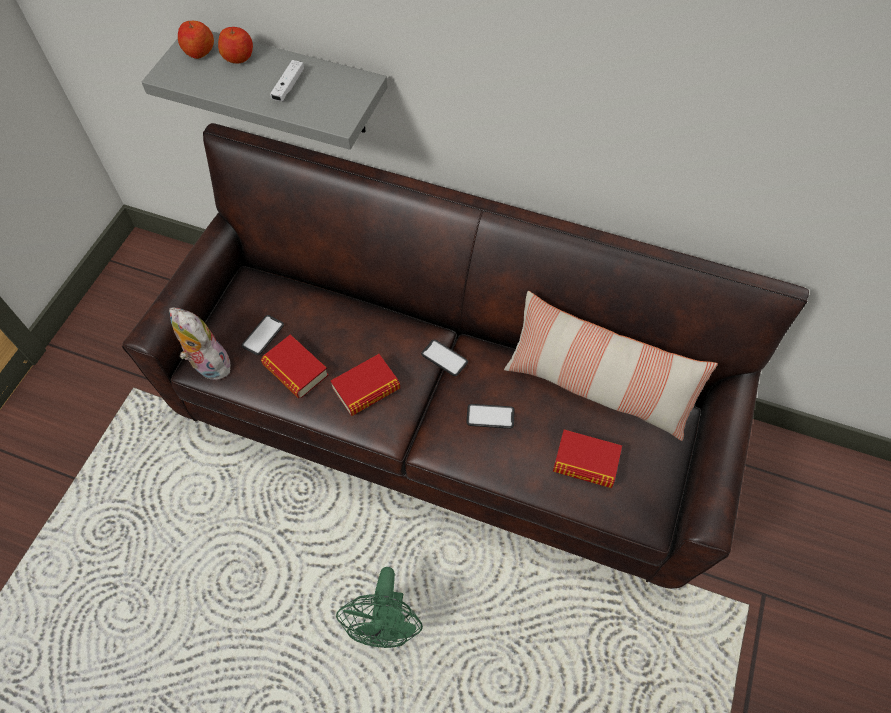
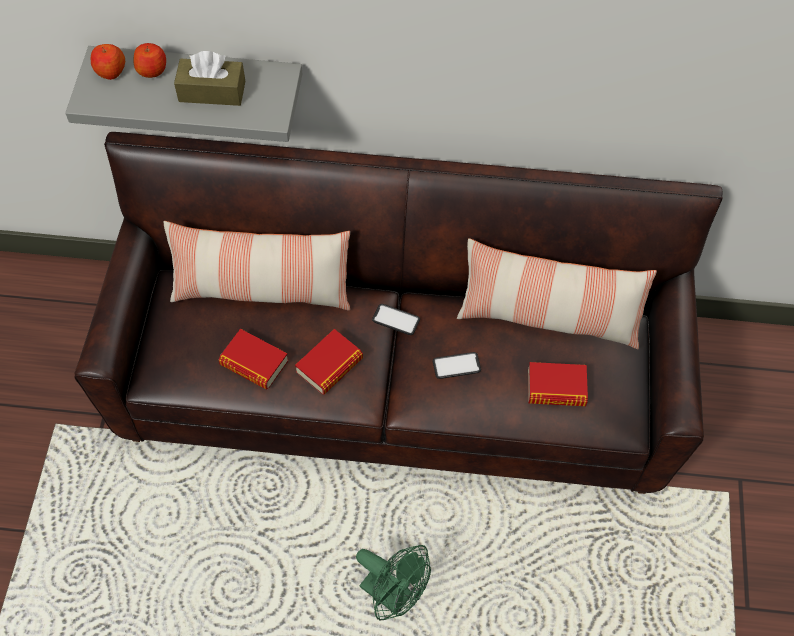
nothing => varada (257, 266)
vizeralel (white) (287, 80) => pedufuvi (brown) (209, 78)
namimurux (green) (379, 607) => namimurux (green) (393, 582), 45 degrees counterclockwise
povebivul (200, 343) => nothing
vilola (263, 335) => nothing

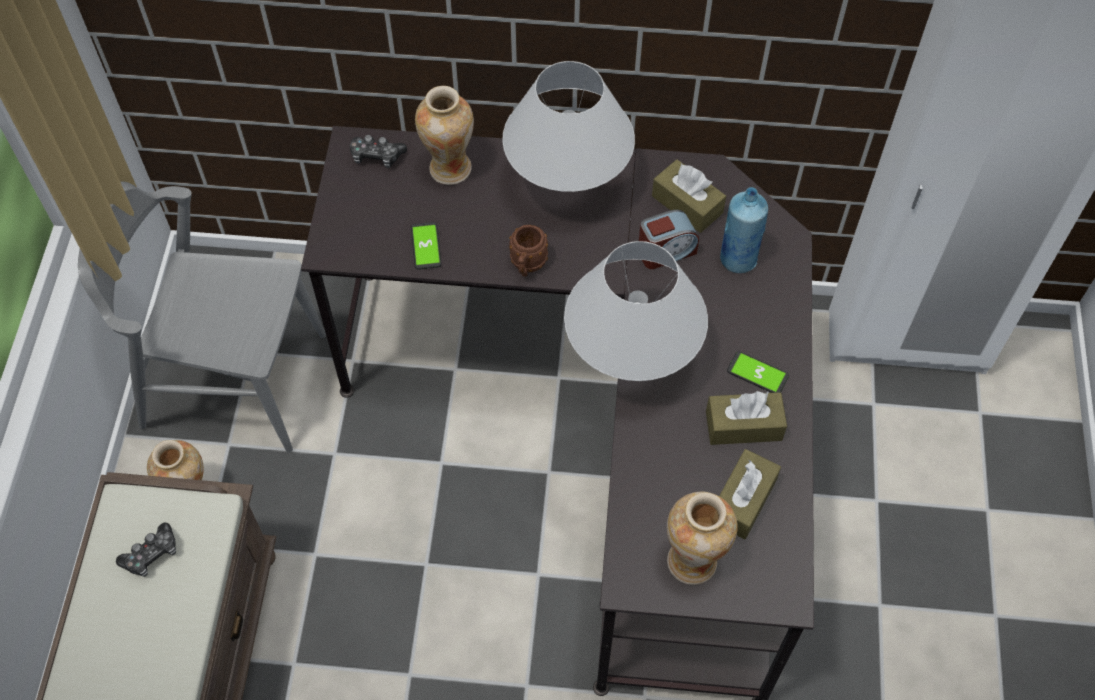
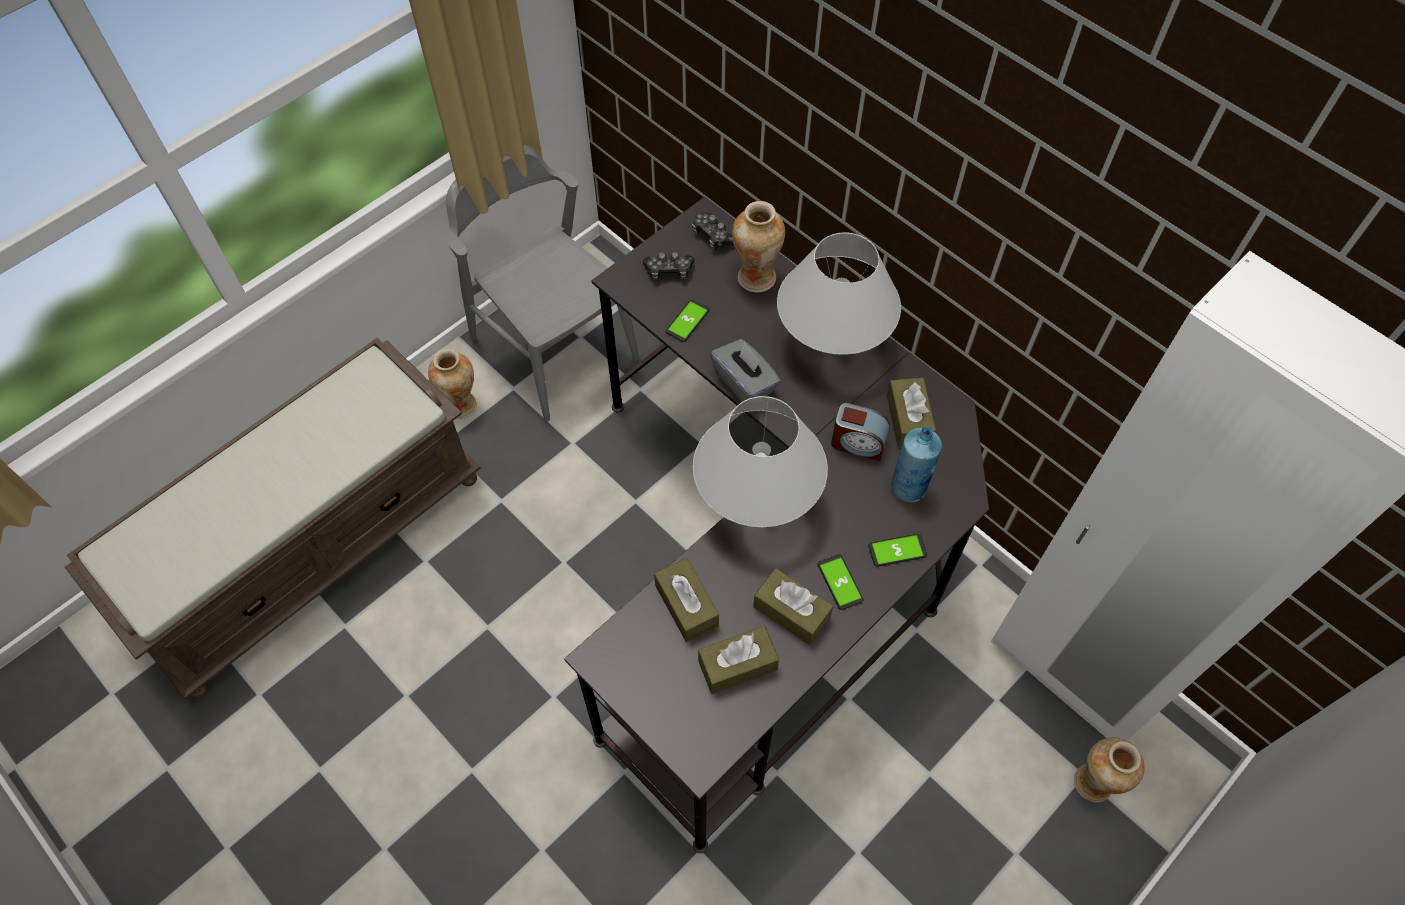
vizeralel (146, 550) => vizeralel (668, 266), shifted
nothing => pedufuvi (brown) (686, 600)
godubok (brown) (528, 251) => pedufuvi (grey) (745, 370)
nothing => vilola (897, 550)
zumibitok (702, 538) => zumibitok (1109, 770), shifted

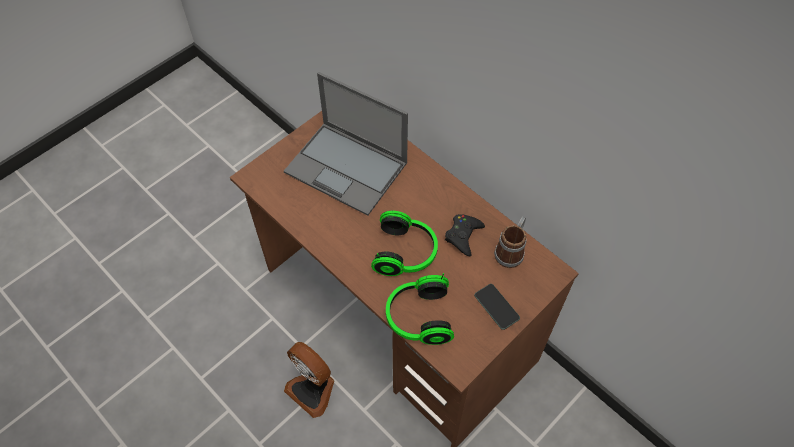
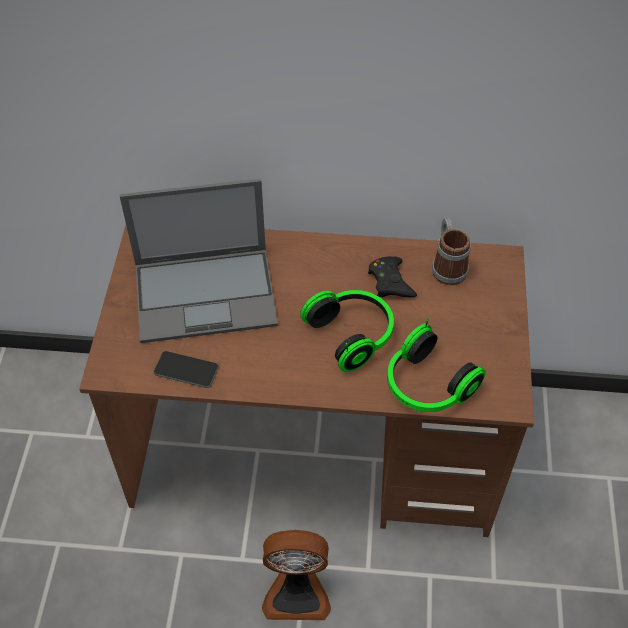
vilola (497, 307) => vilola (186, 369), shifted

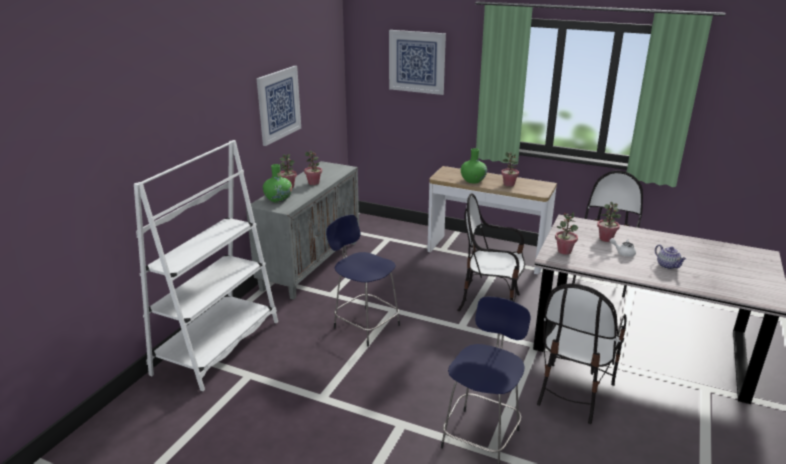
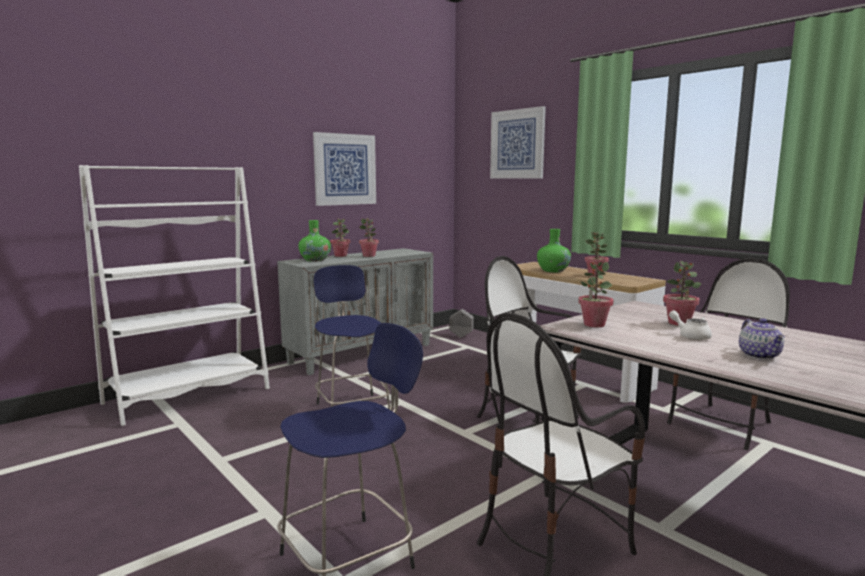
nothing => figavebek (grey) (461, 323)

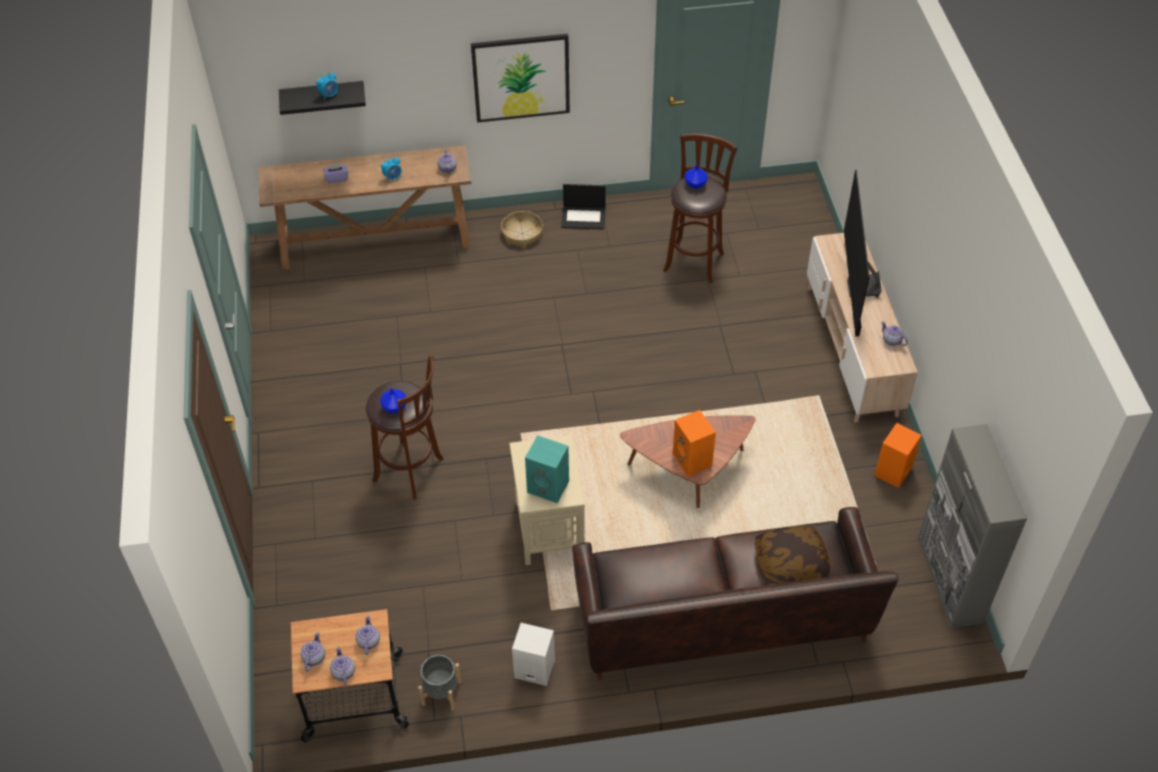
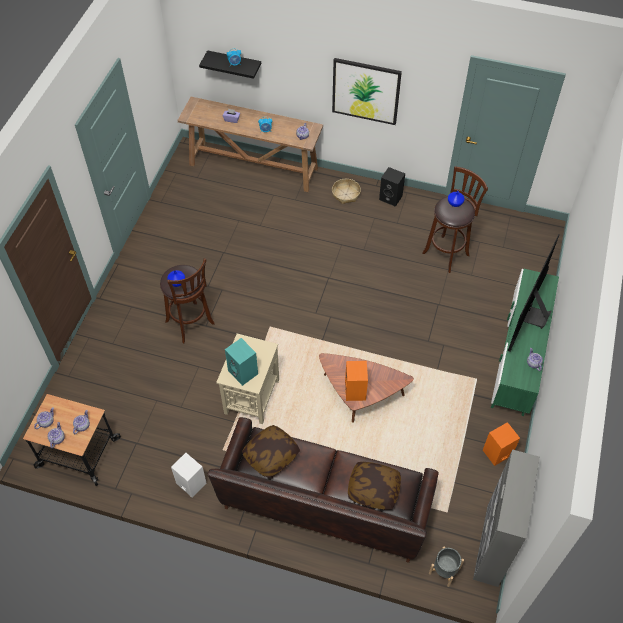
nothing => varada (271, 451)
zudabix (583, 207) => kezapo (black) (392, 187)
figavebek (grey) (439, 682) => figavebek (grey) (446, 567), shifted
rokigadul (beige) (862, 328) => rokigadul (green) (525, 342)

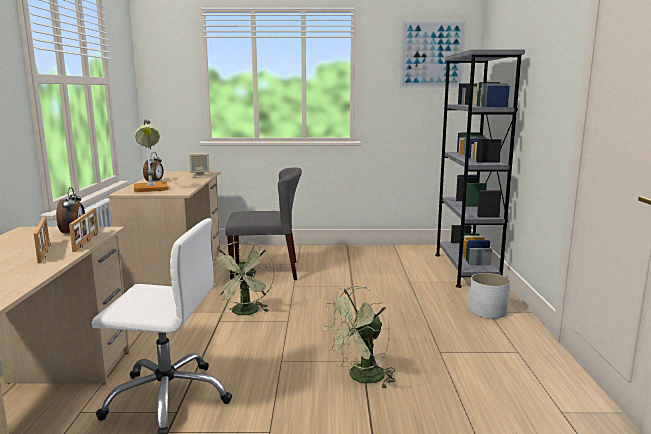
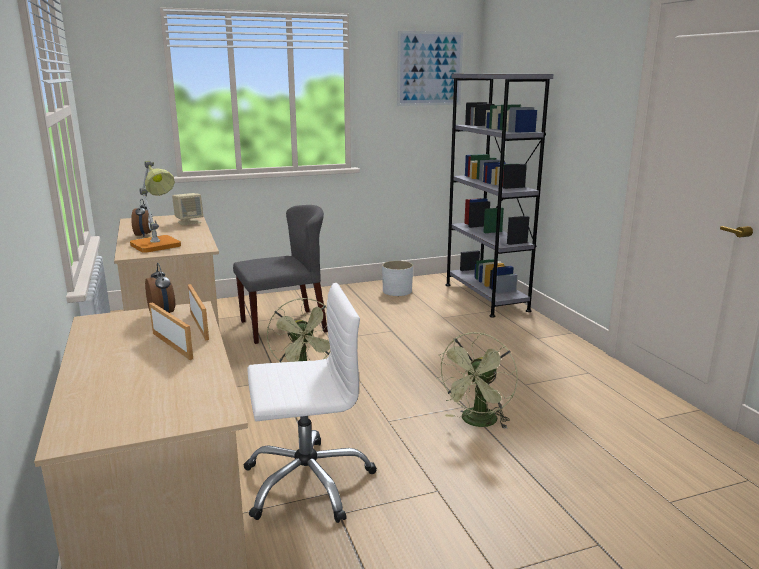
figavebek (white) (490, 296) => figavebek (white) (397, 278), shifted

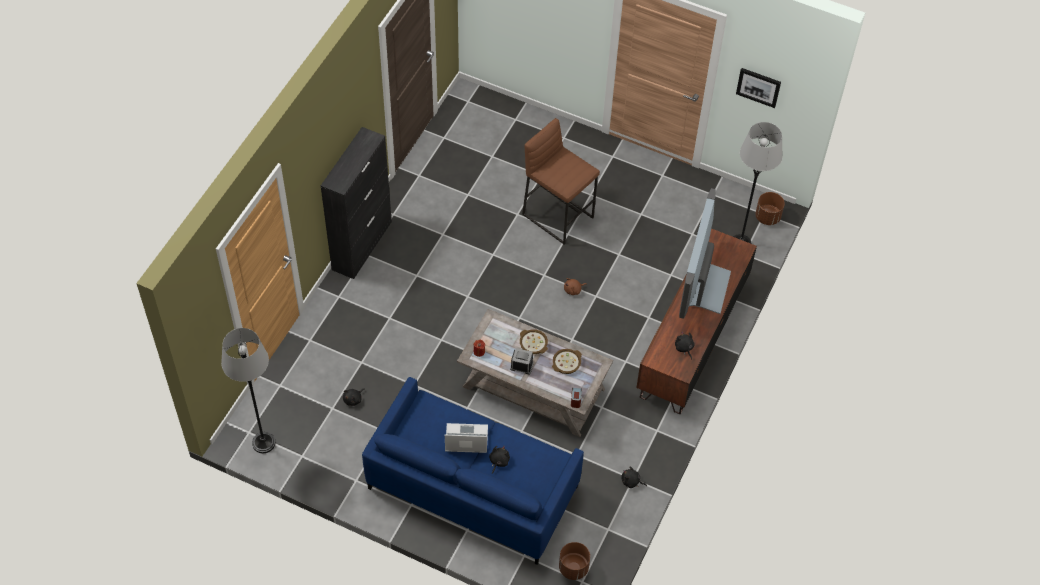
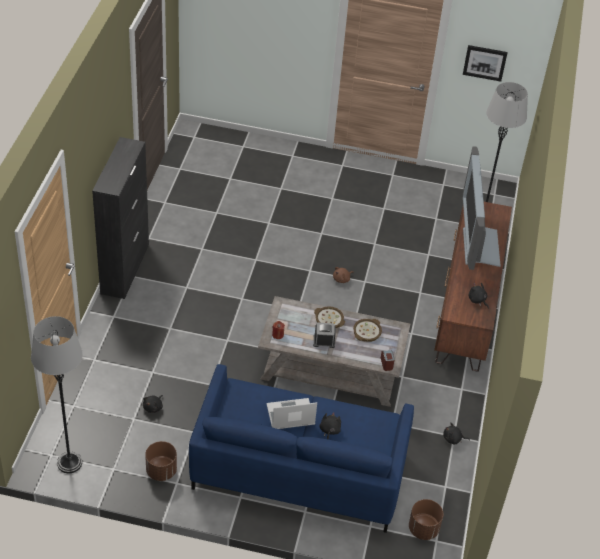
figavebek (brown) (770, 208) => figavebek (brown) (161, 461), shifted
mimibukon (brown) (561, 181) => nothing

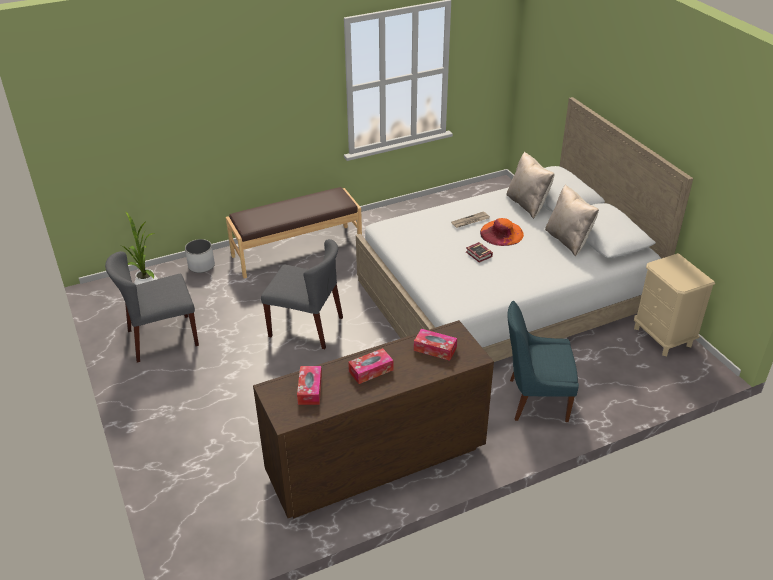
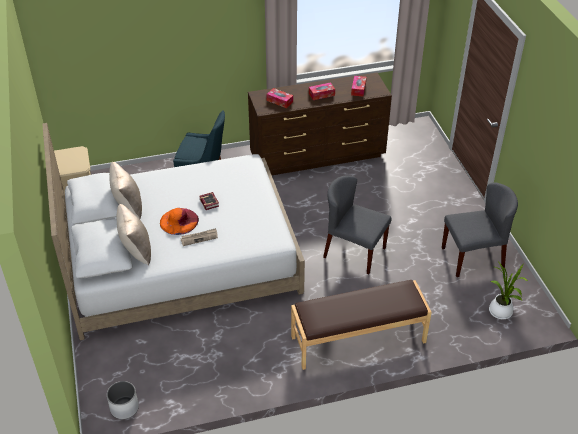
figavebek (white) (200, 256) => figavebek (white) (123, 400), shifted

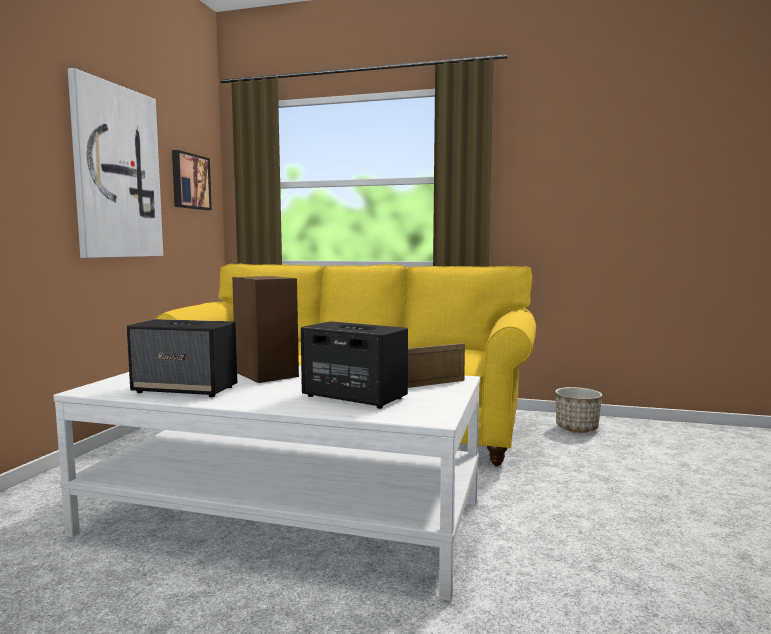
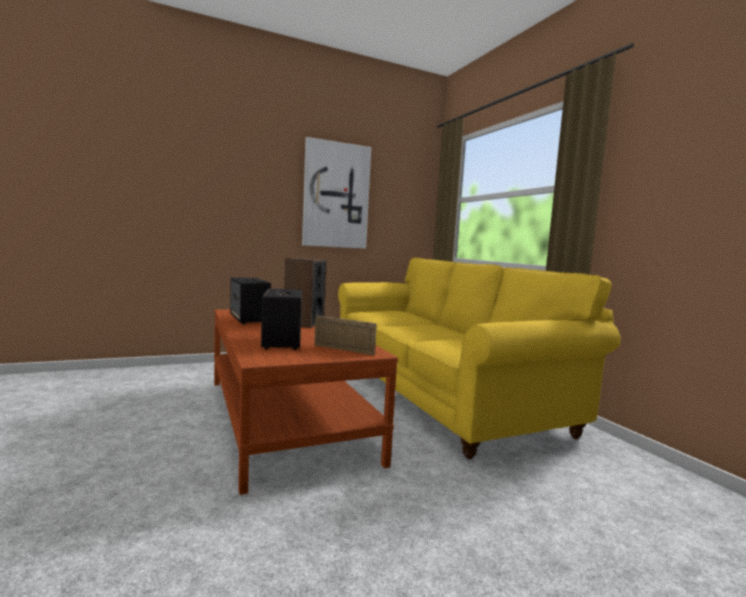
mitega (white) (266, 483) => mitega (brown) (306, 402)
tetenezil (192, 180) => nothing
figavebek (578, 410) => nothing

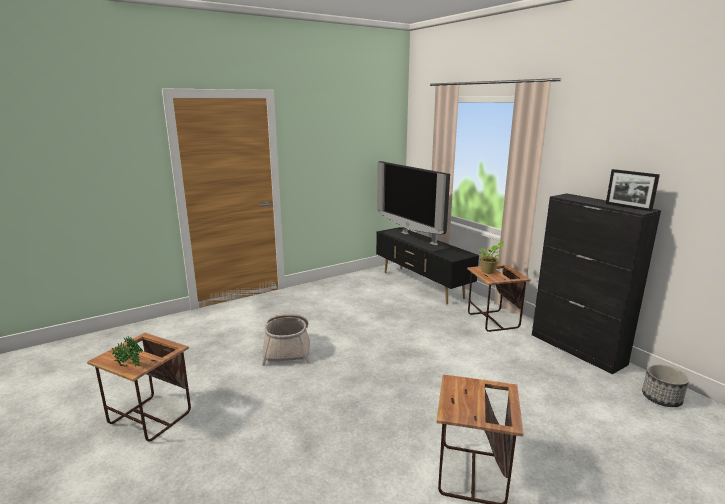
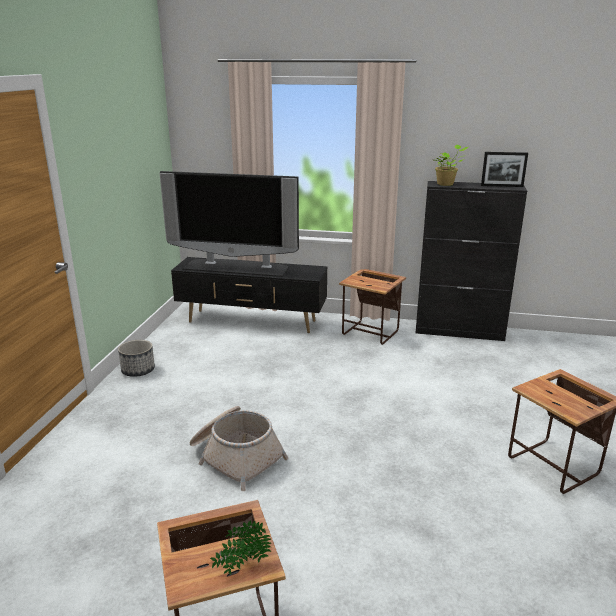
figavebek (665, 385) => figavebek (136, 358), shifted
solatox (491, 258) => solatox (451, 165), shifted

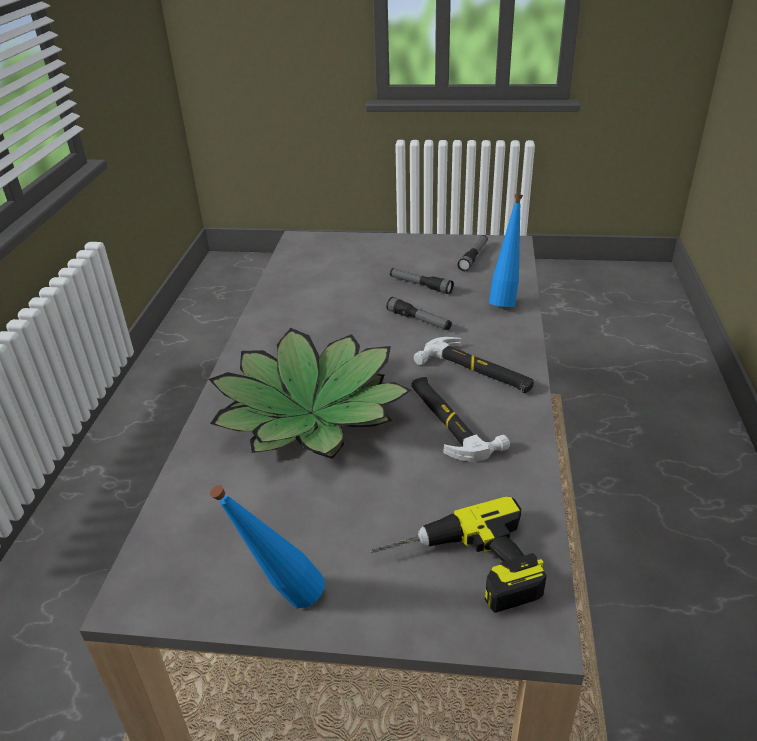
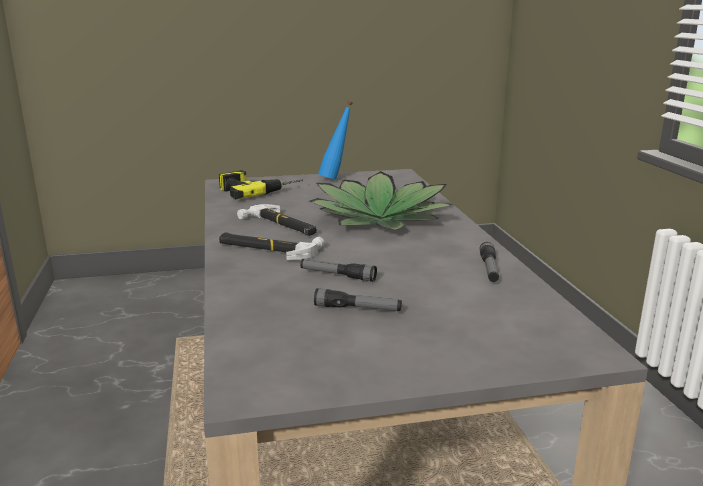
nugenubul (472, 253) => nugenubul (489, 262), shifted
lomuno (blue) (506, 250) => nothing

